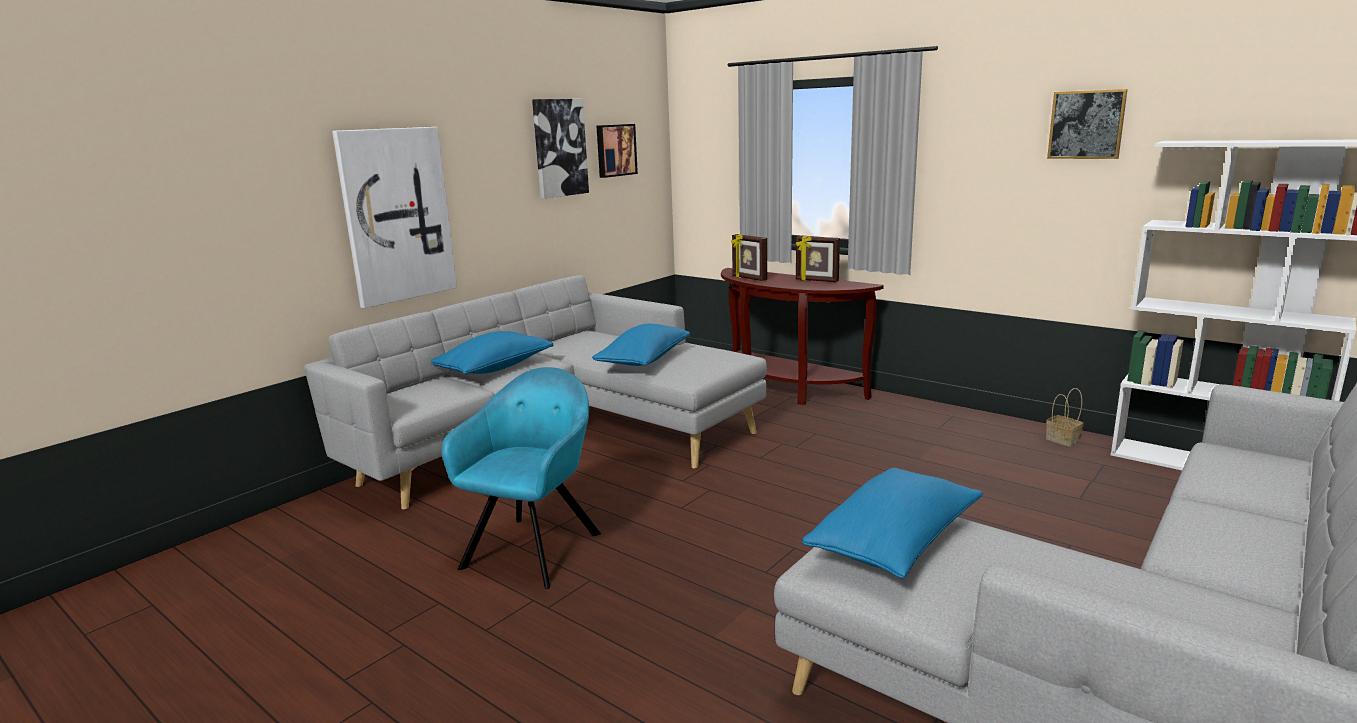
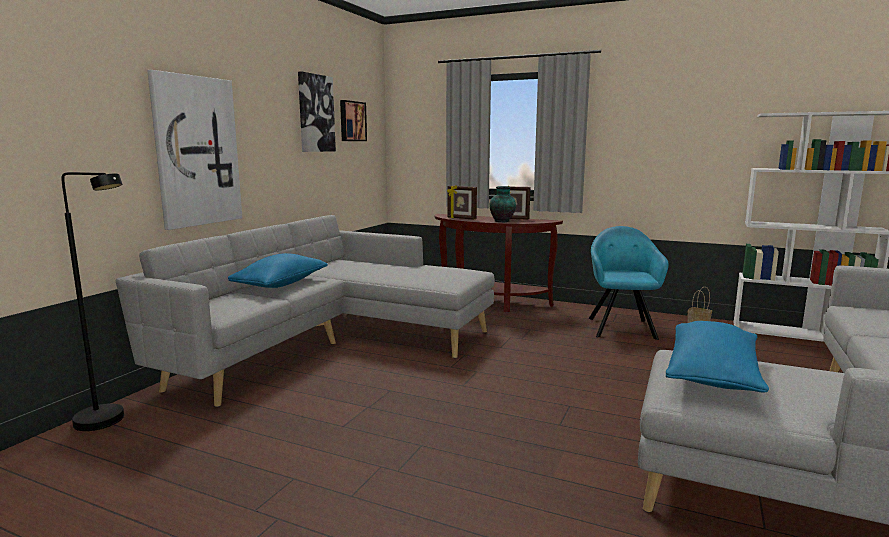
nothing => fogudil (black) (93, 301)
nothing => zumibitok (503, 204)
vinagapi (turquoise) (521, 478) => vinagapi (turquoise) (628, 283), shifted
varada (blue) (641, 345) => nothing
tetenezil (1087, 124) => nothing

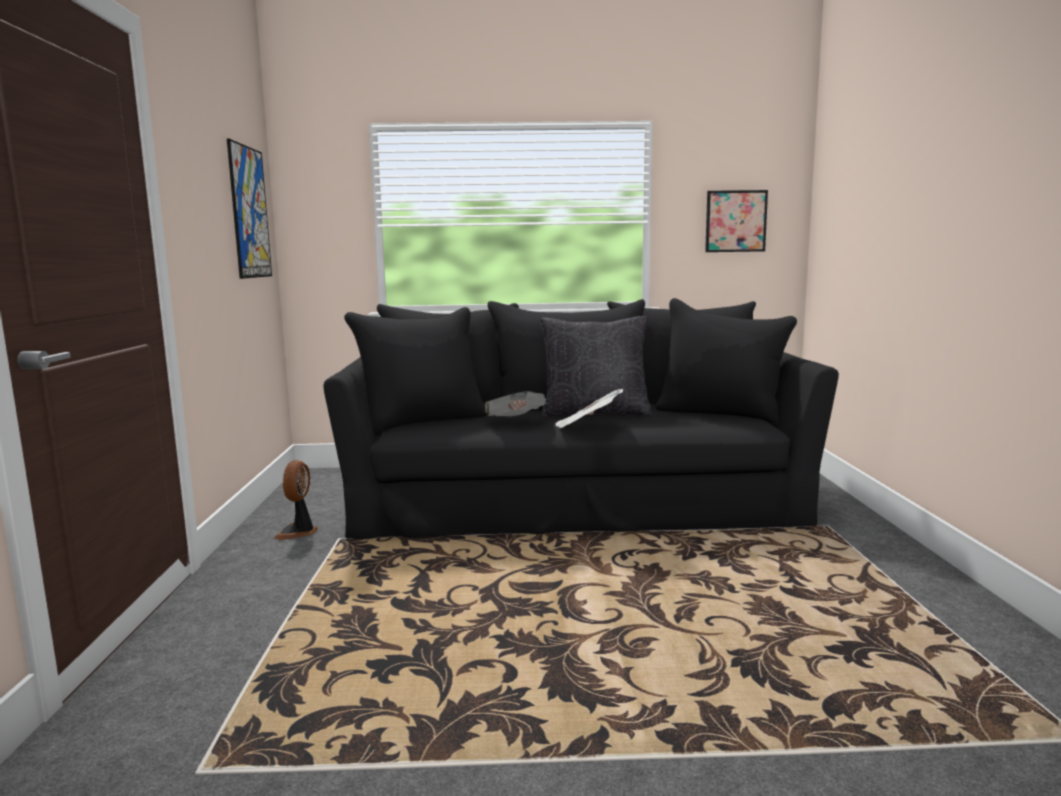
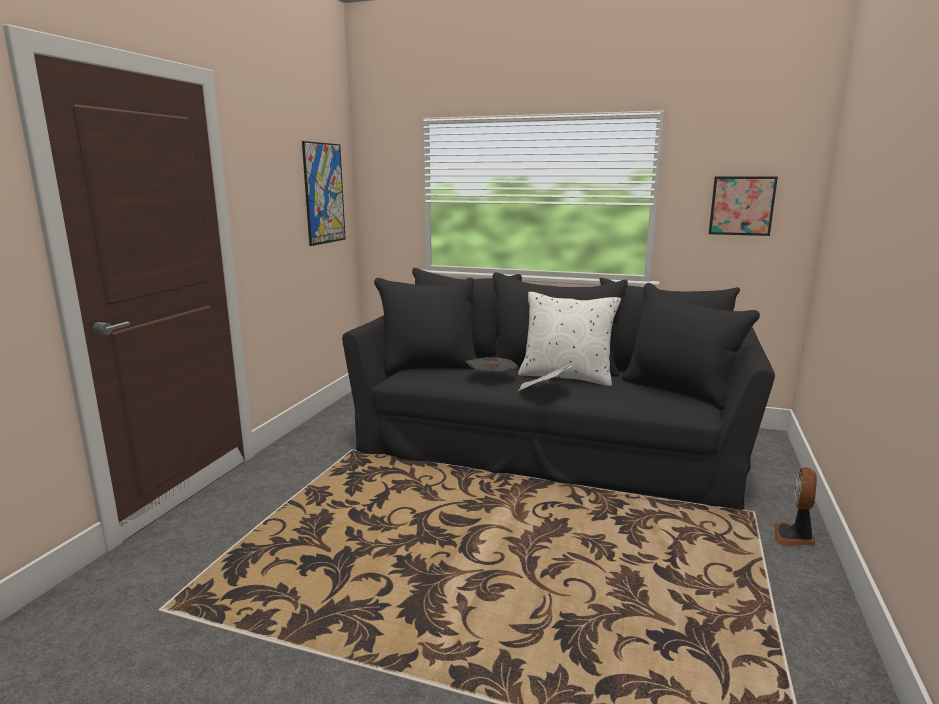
varada (black) (596, 366) => varada (white) (569, 339)
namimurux (296, 500) => namimurux (796, 506), shifted

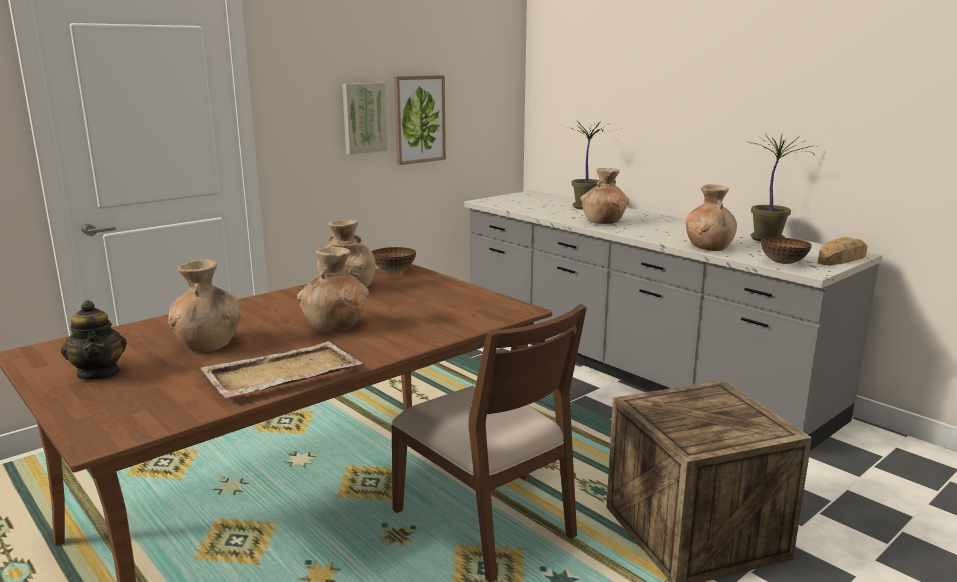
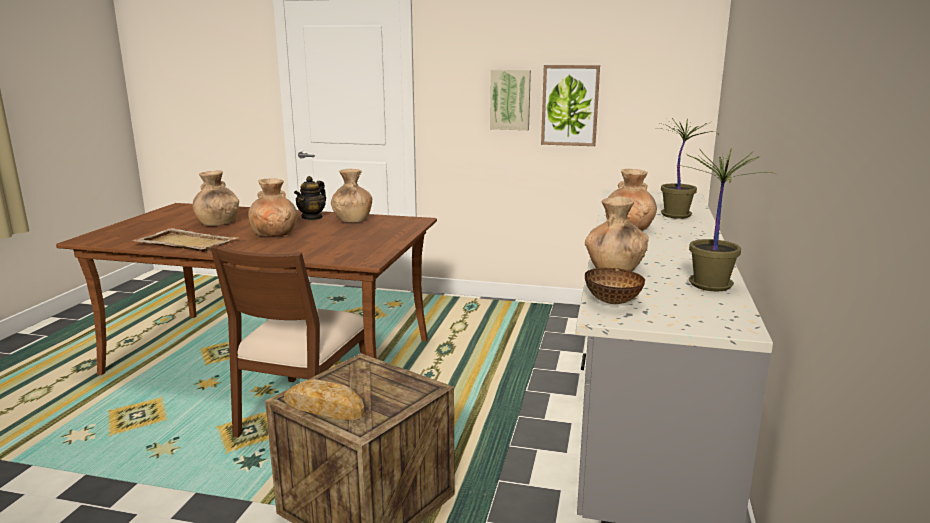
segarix (843, 251) => segarix (324, 399), shifted
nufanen (94, 340) => nufanen (310, 198), shifted
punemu (393, 260) => nothing

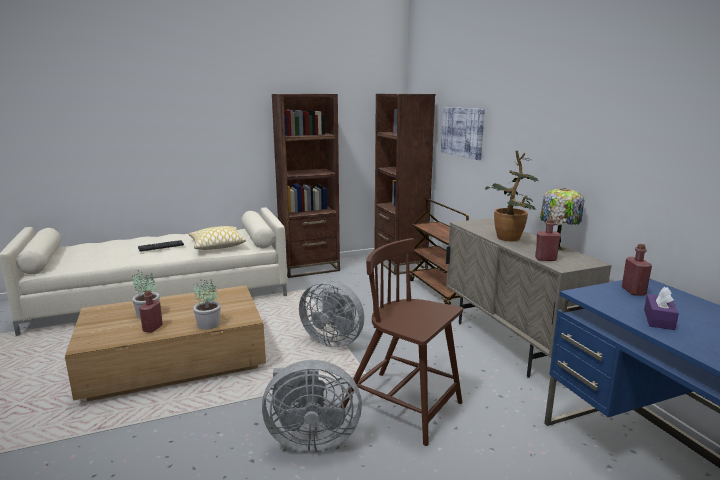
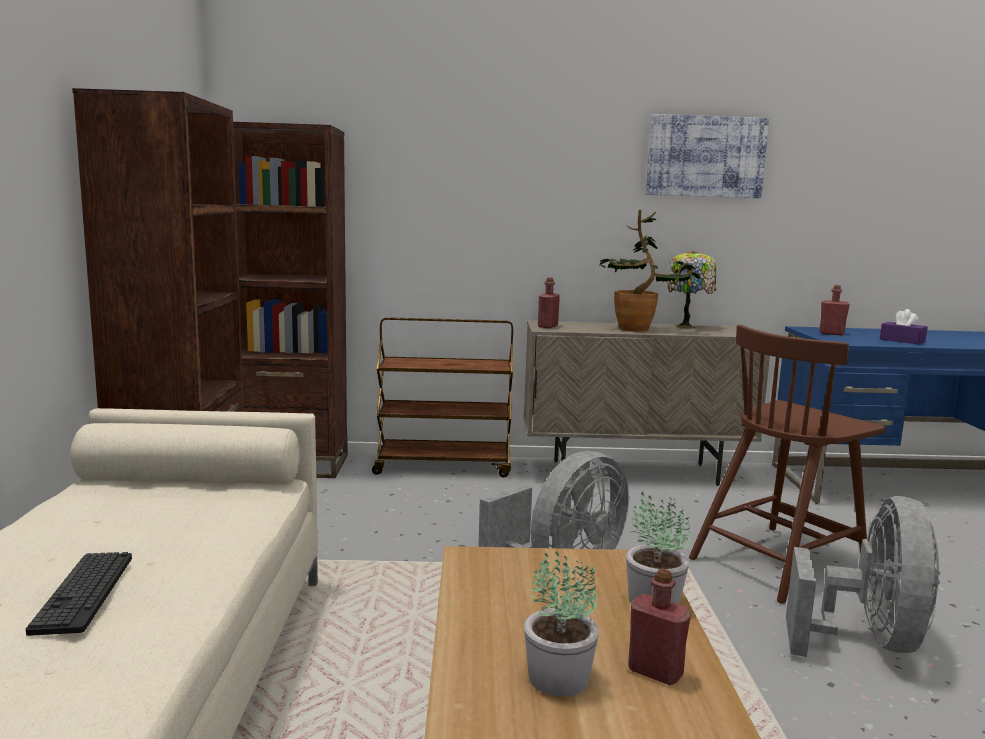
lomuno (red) (548, 240) => lomuno (red) (549, 302), shifted
tetenezil (463, 133) => tetenezil (707, 156), shifted
varada (217, 238) => nothing

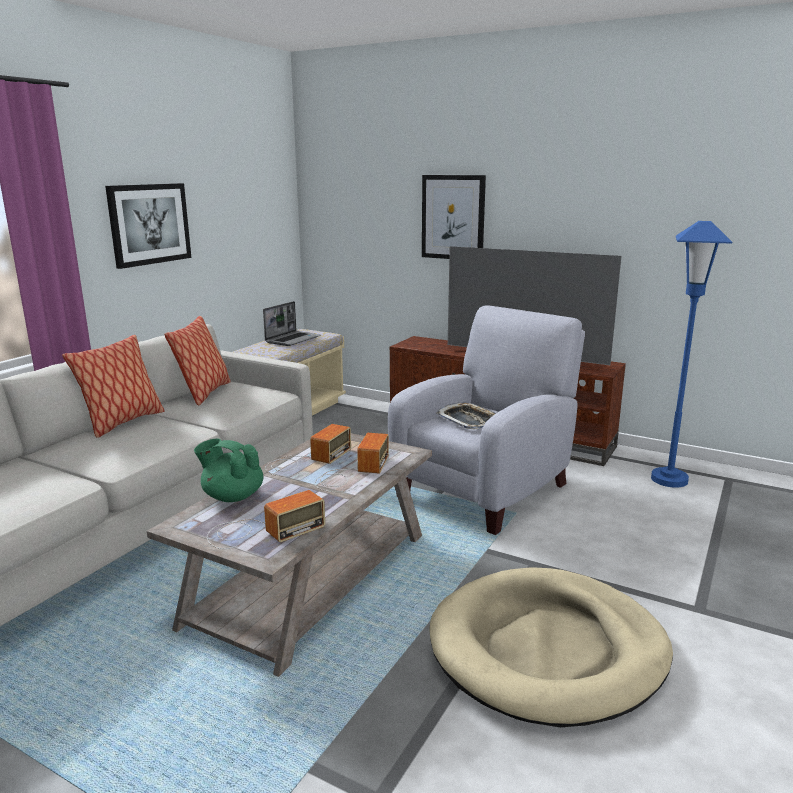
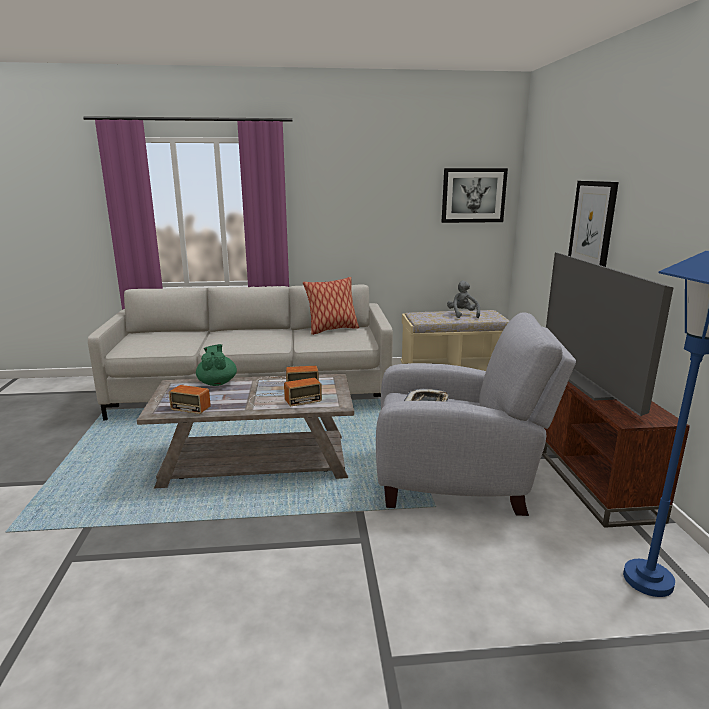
tetenezil (148, 226) => tetenezil (475, 195), shifted
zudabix (291, 323) => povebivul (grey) (463, 299)
varada (113, 386) => nothing
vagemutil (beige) (551, 647) => nothing

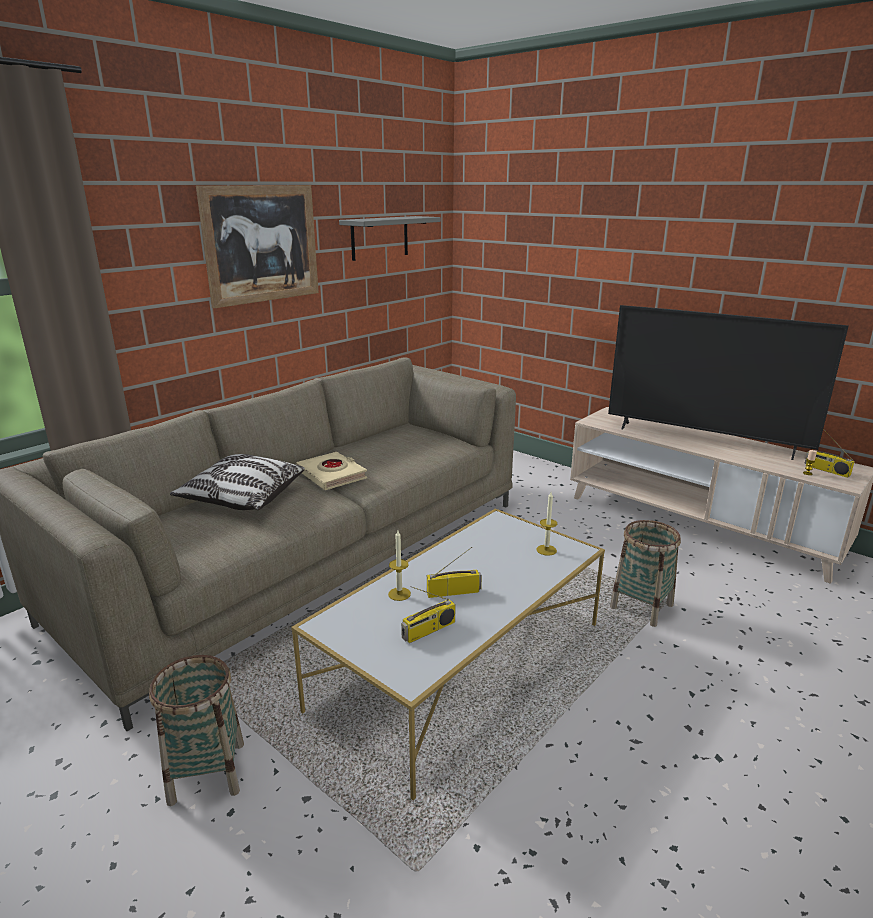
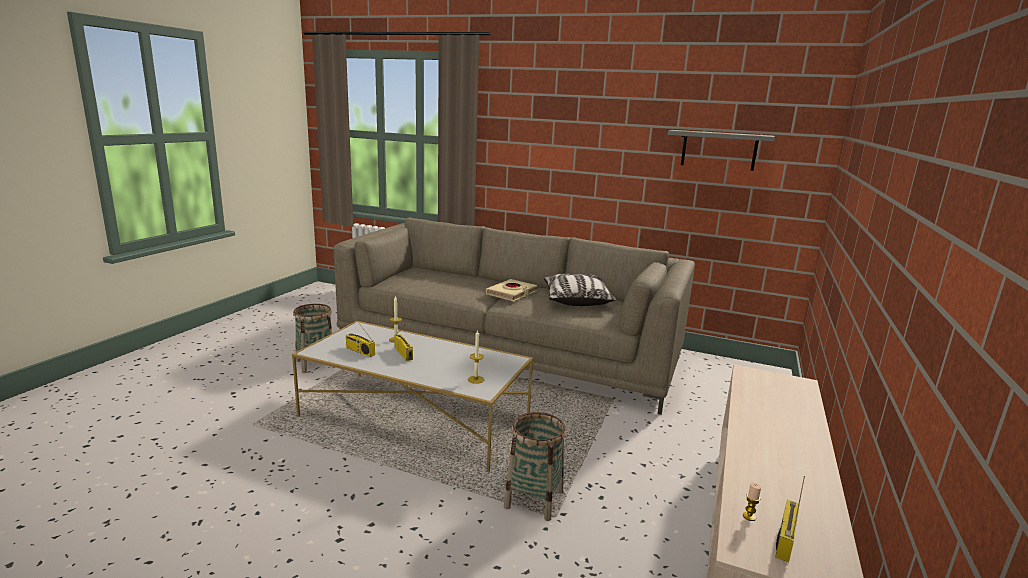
varada (237, 482) => varada (580, 290), shifted
tetenezil (257, 246) => nothing
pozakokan (728, 382) => nothing

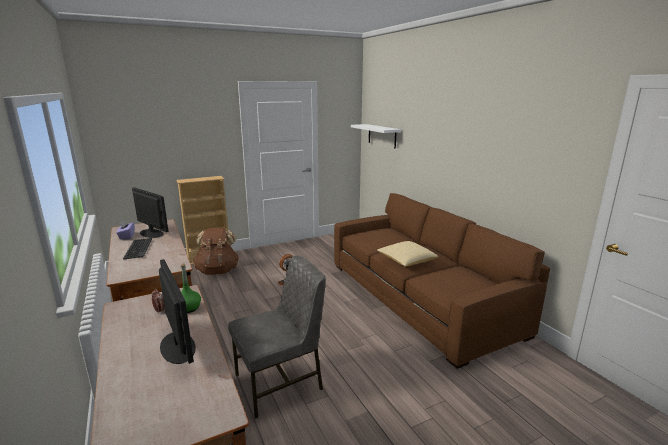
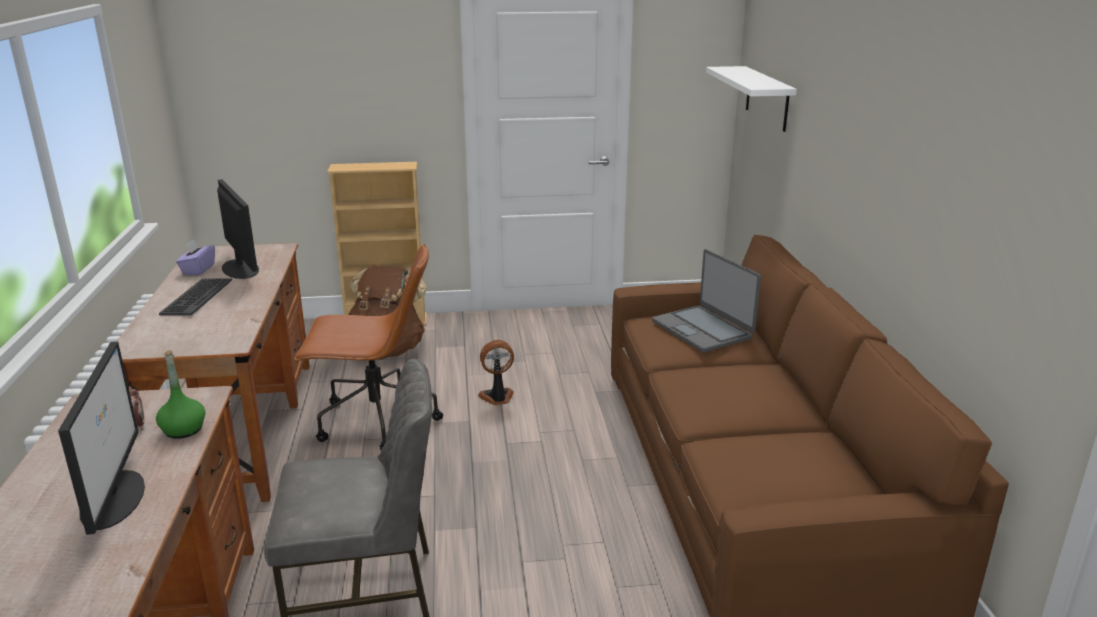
nothing => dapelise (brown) (368, 347)
nothing => zudabix (706, 300)
varada (407, 254) => nothing

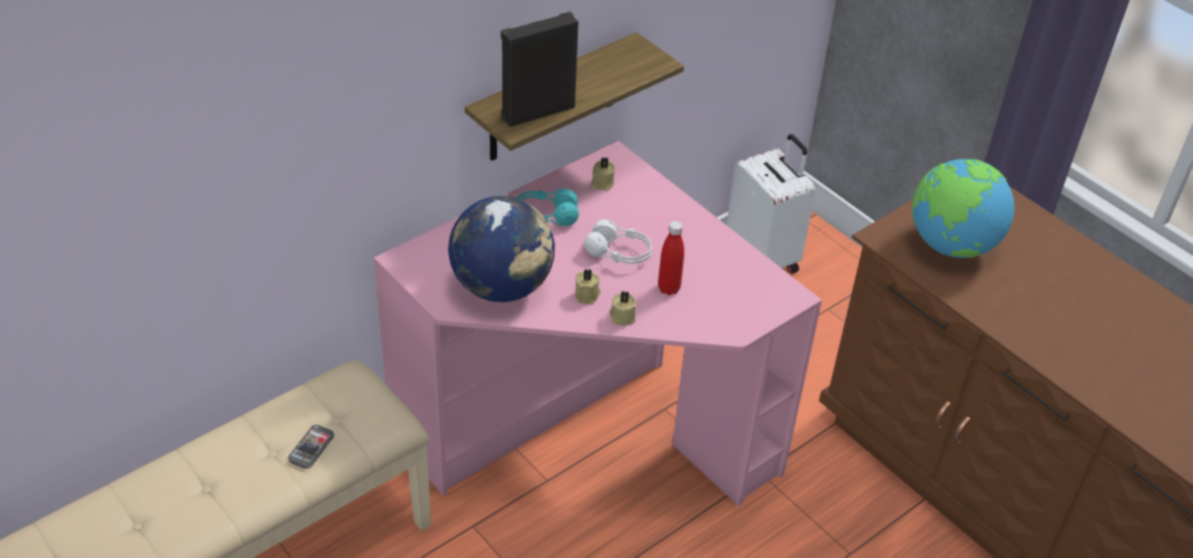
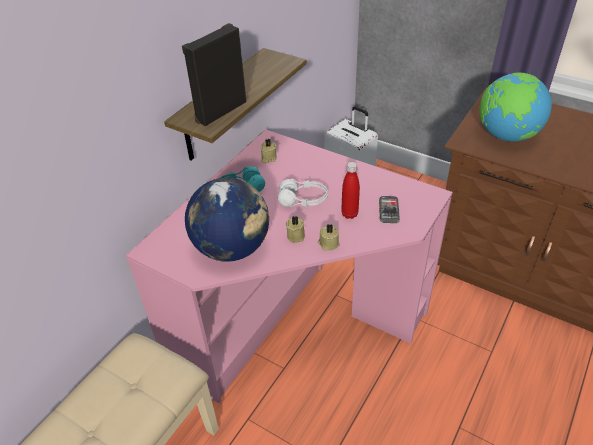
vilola (311, 447) => vilola (389, 209), shifted

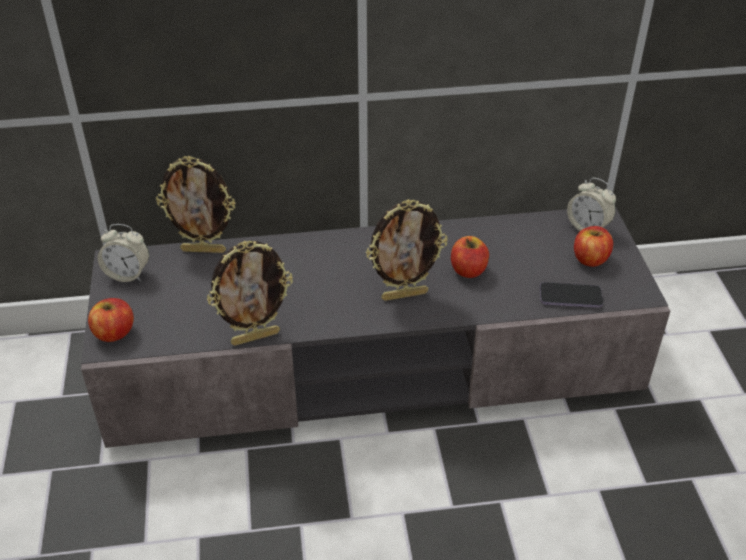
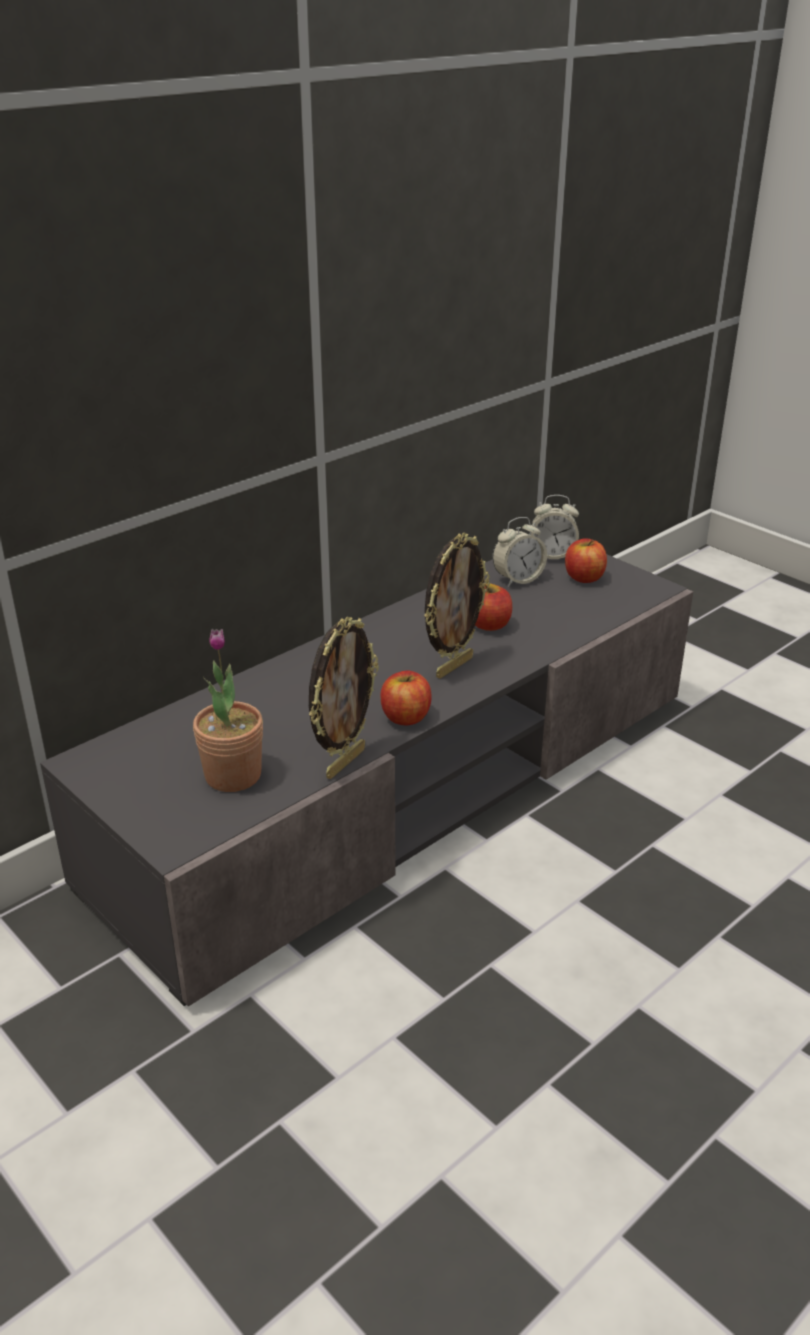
nothing => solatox (228, 710)
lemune (111, 320) => lemune (406, 697), shifted
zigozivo (123, 253) => zigozivo (519, 552), shifted
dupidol (195, 204) => nothing
vilola (571, 295) => nothing

